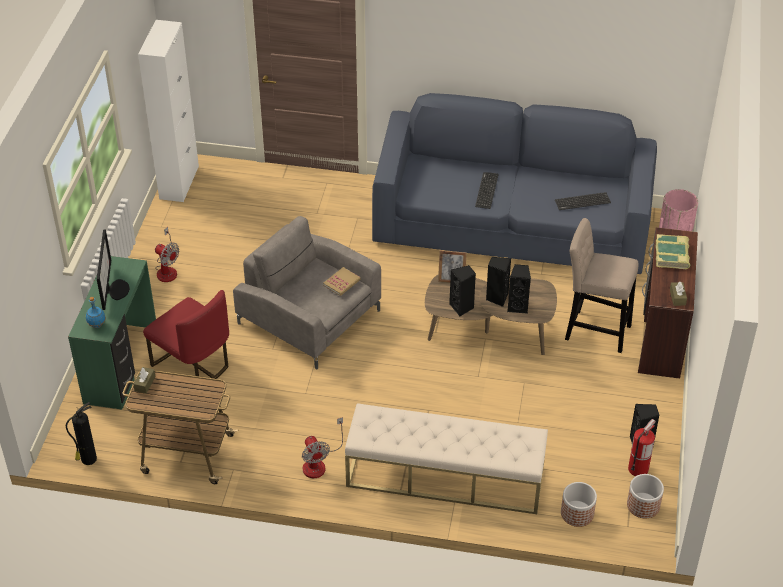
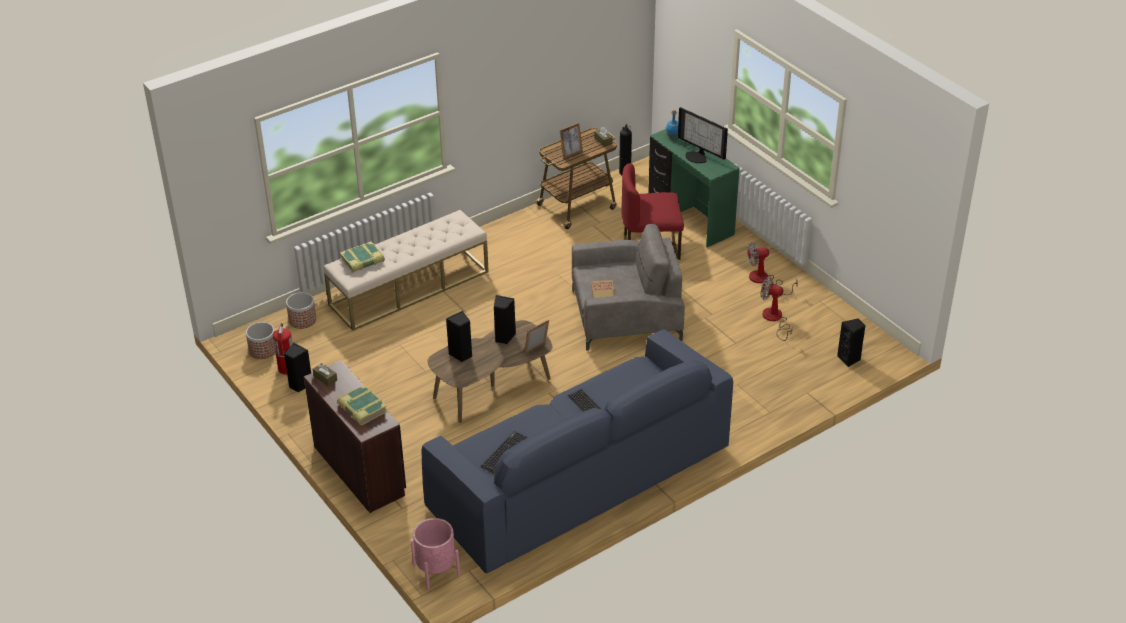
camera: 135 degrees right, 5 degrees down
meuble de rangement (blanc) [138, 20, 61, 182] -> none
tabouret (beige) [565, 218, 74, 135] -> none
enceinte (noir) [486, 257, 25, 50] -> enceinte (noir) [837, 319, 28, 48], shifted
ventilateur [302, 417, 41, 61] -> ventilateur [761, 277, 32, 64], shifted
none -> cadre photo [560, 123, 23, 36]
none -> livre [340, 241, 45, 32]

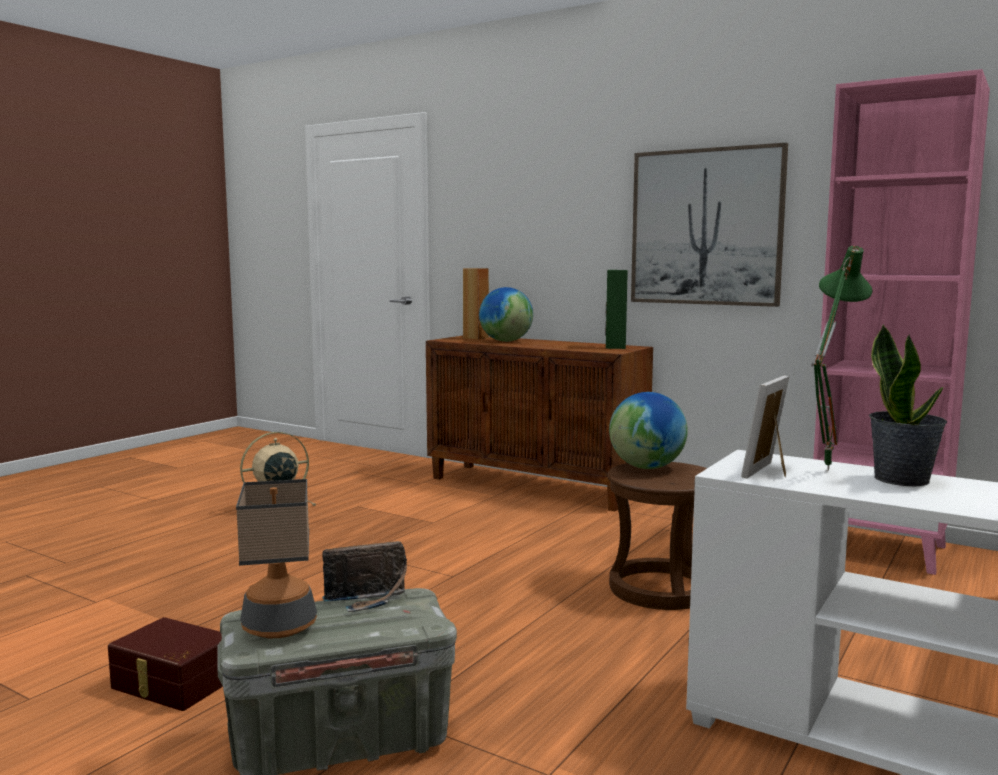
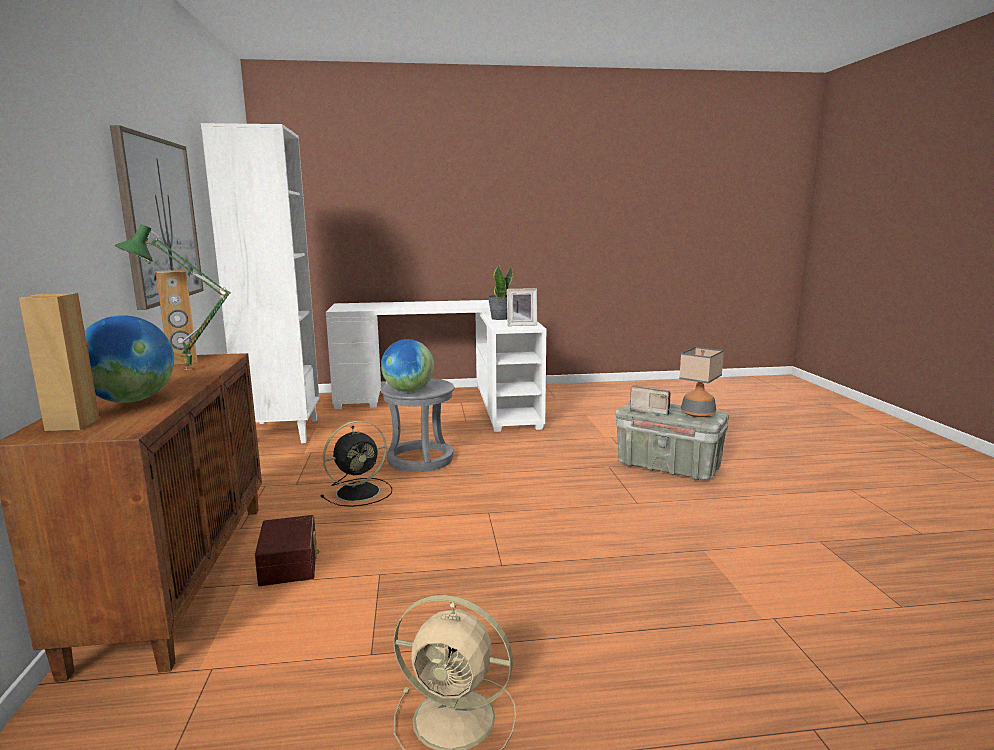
camera: 130 degrees left, 5 degrees up
bibliothèque (rose) [813, 69, 177, 506] -> bibliothèque (blanc) [201, 123, 118, 320]
lampe de table (vert) [812, 246, 60, 226] -> lampe de table (vert) [115, 224, 116, 146], shifted
enceinte (vert) [605, 270, 23, 79] -> enceinte (marron) [156, 270, 41, 94]
tabouret (marron) [607, 462, 100, 148] -> tabouret (gris) [381, 378, 73, 94]
boîte de rangement (marron) [108, 617, 115, 94] -> boîte de rangement (marron) [255, 515, 65, 71], shifted
none -> ventilateur (noir) [320, 421, 72, 86]

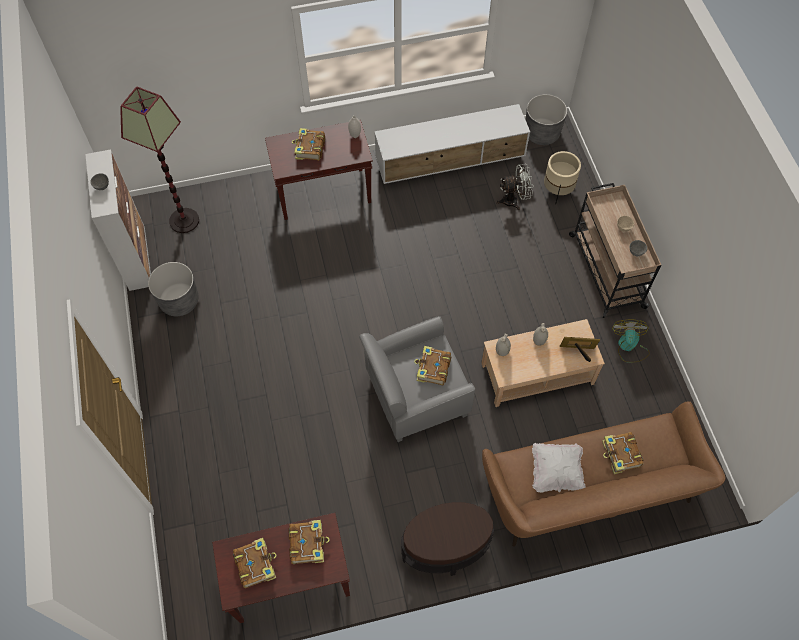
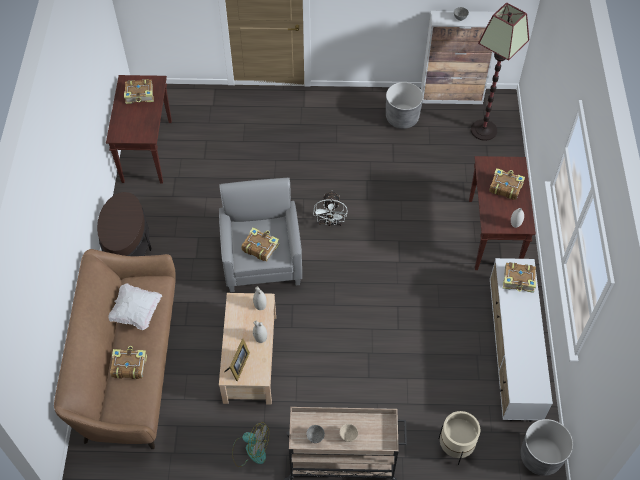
camera: 105 degrees right, 5 degrees down
ventilateur (blanc) [496, 164, 38, 46] -> ventilateur (blanc) [313, 191, 35, 36], shifted
livre [288, 520, 42, 44] -> livre [503, 262, 33, 31], shifted

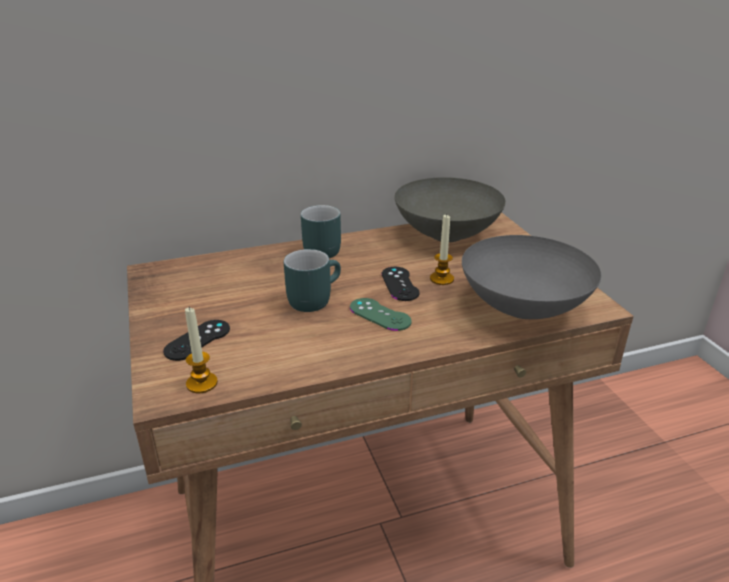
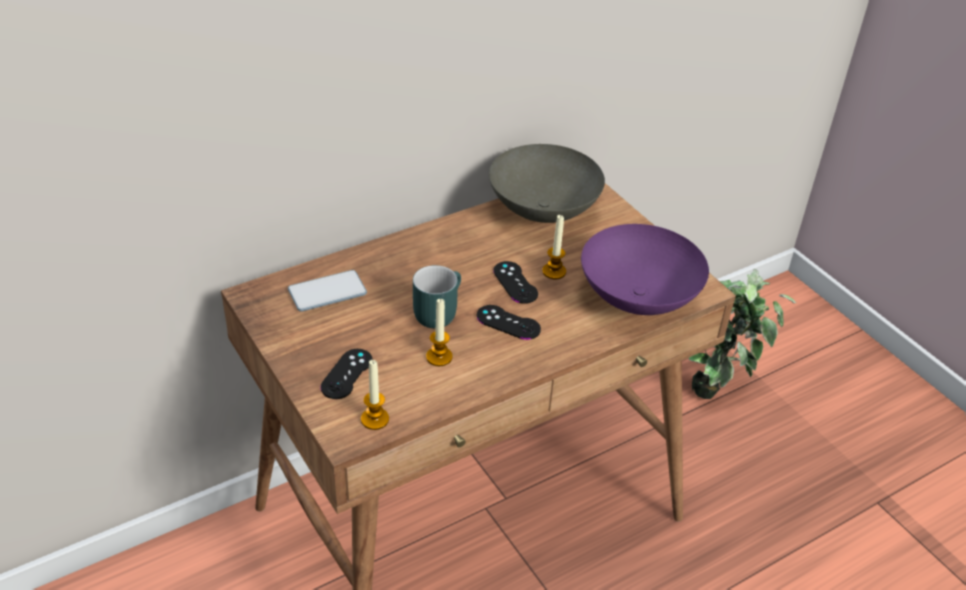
camera: 15 degrees left, 10 degrees up
mug (turquoise) [301, 205, 40, 53] -> none
bol (gris) [462, 235, 139, 84] -> bol (violet) [581, 224, 128, 91]
manette (vert) [350, 298, 62, 33] -> manette (noir) [477, 305, 64, 35]
none -> plante en pot [689, 269, 107, 130]
none -> téléphone [288, 270, 79, 42]
none -> bougie [426, 298, 27, 68]

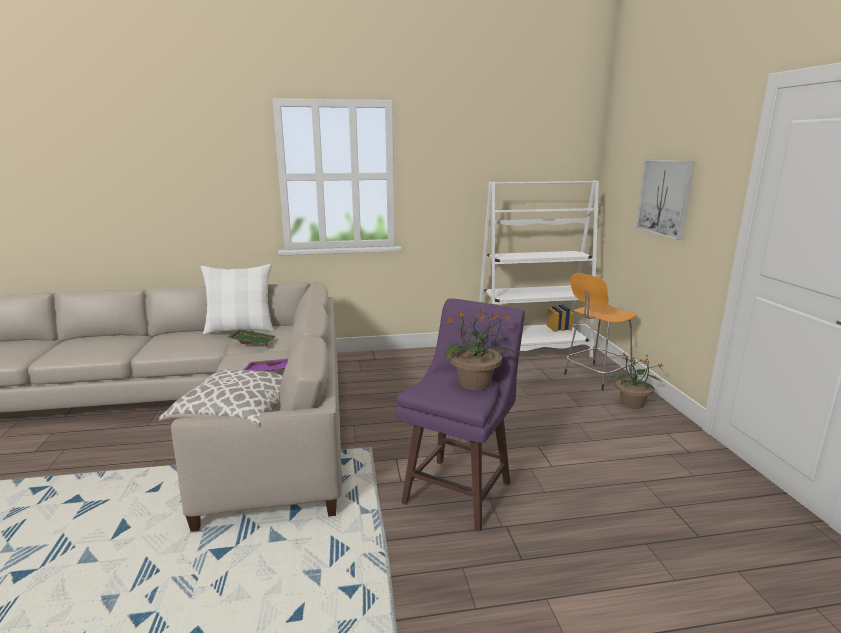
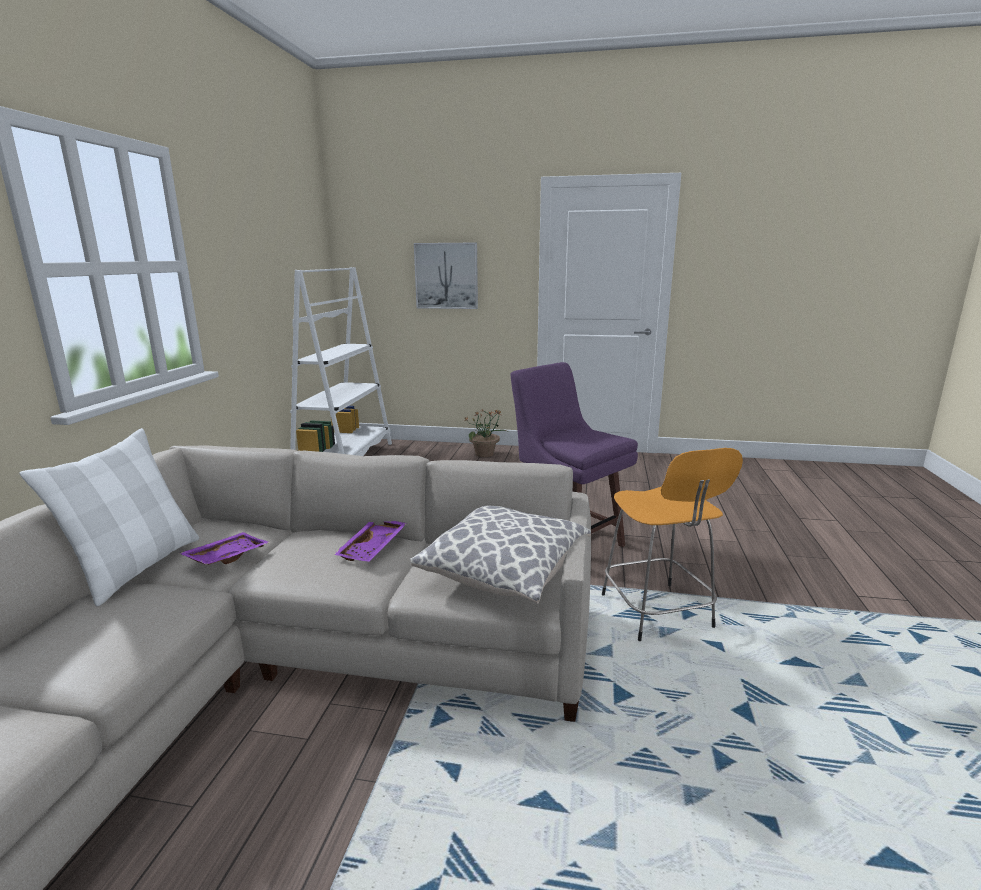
camera: 70 degrees left, 0 degrees up
tabouret (orange) [564, 273, 73, 118] -> tabouret (orange) [602, 448, 141, 193], shifted
plante en pot [445, 308, 70, 82] -> none
plateau (vert) [228, 329, 47, 17] -> plateau (violet) [179, 532, 91, 33]

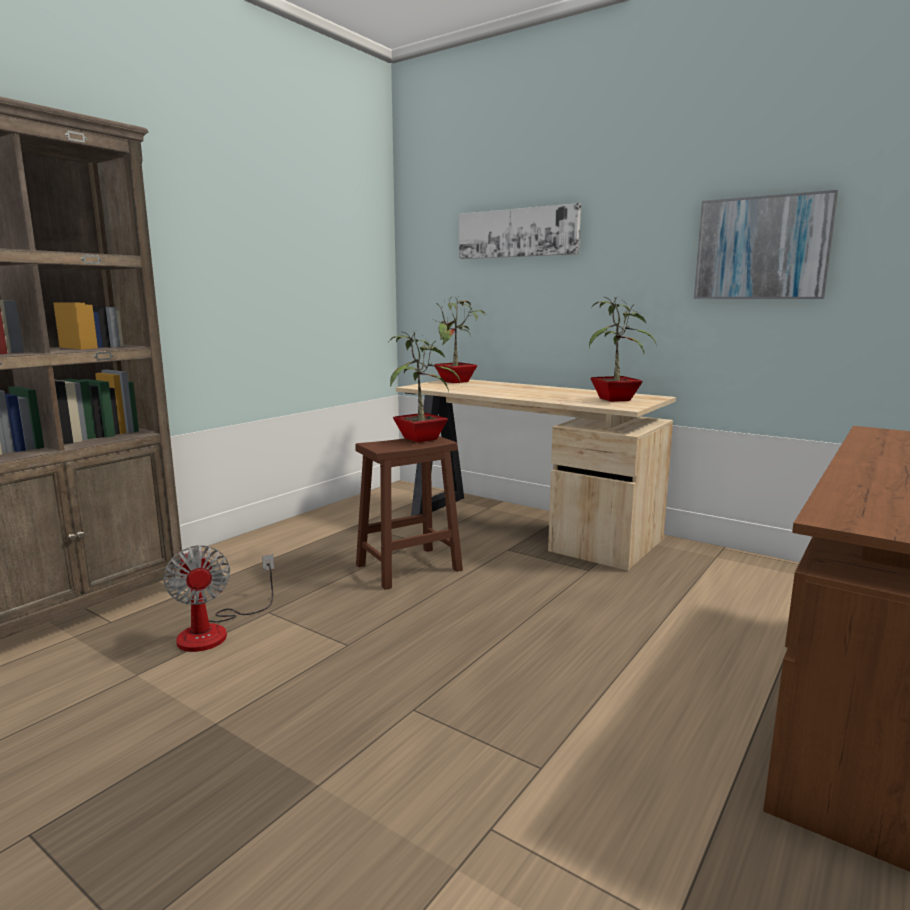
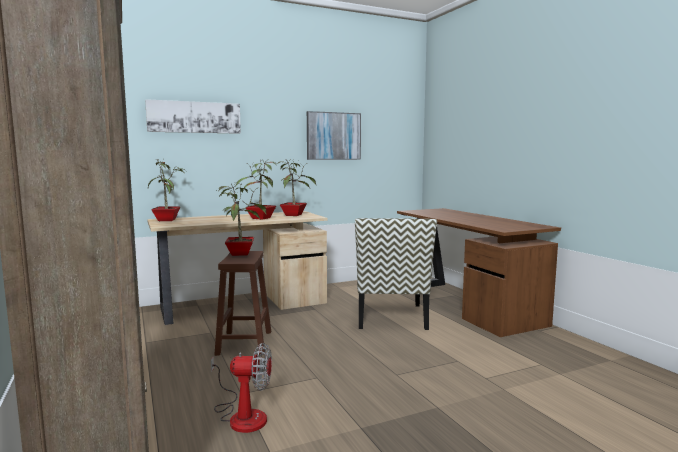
camera: 60 degrees left, 5 degrees down
none -> plante en pot [235, 159, 43, 61]
none -> chaise [355, 218, 82, 112]

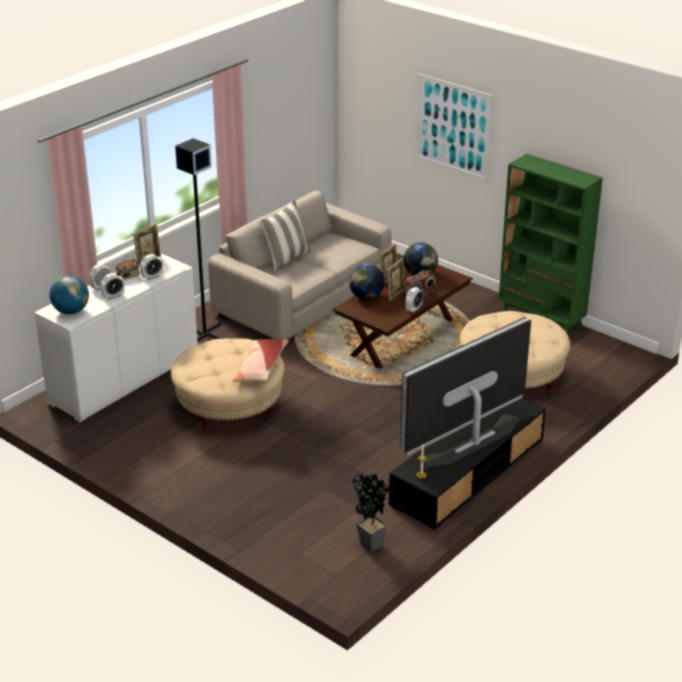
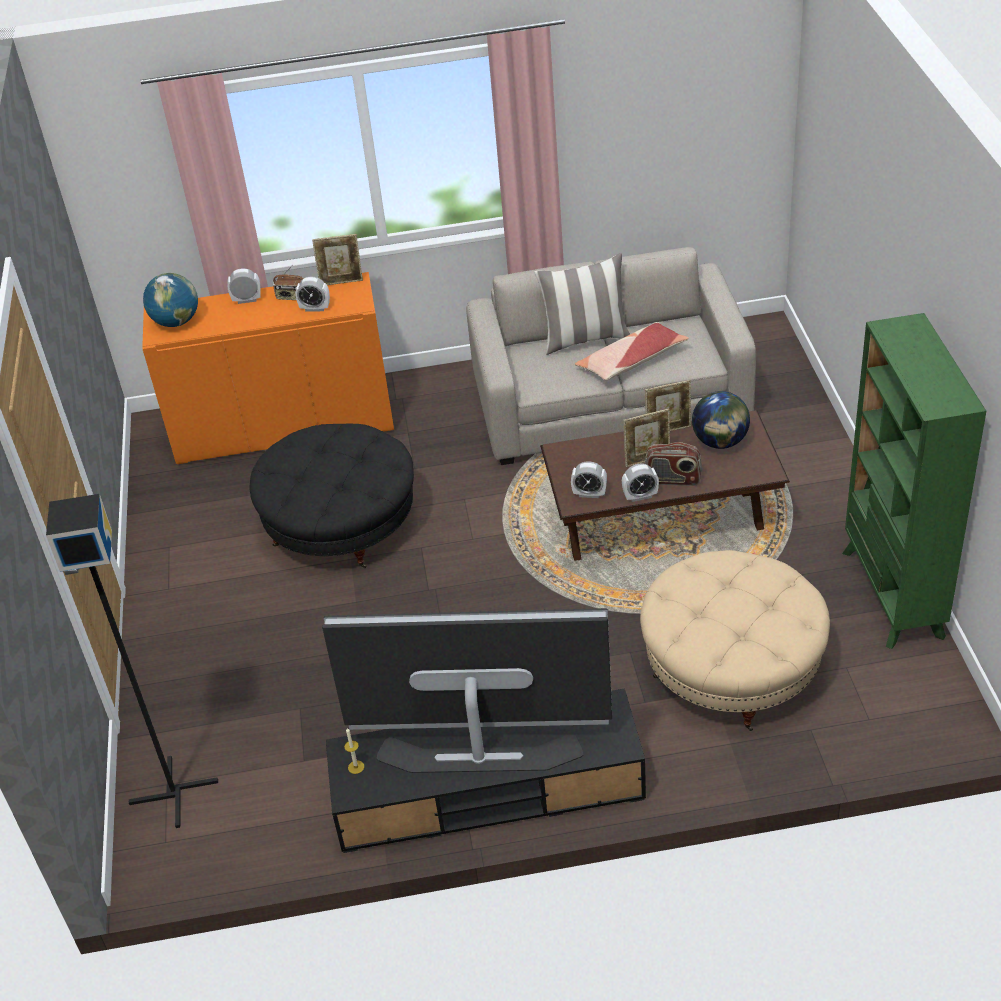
camera: 45 degrees right, 10 degrees up
tableau [415, 73, 79, 109] -> none
lampadaire (noir) [175, 138, 47, 203] -> lampadaire (noir) [46, 494, 172, 334], shifted
meuble de rangement (blanc) [34, 253, 164, 169] -> meuble de rangement (orange) [142, 272, 252, 192]
globe [349, 264, 36, 35] -> none
réveil [100, 273, 25, 27] -> réveil [571, 461, 36, 37], shifted
pouf (beige) [171, 339, 114, 93] -> pouf (noir) [249, 424, 165, 144]
coussin [232, 339, 57, 43] -> coussin [575, 322, 114, 58], shifted
plante en pot [352, 474, 39, 78] -> none

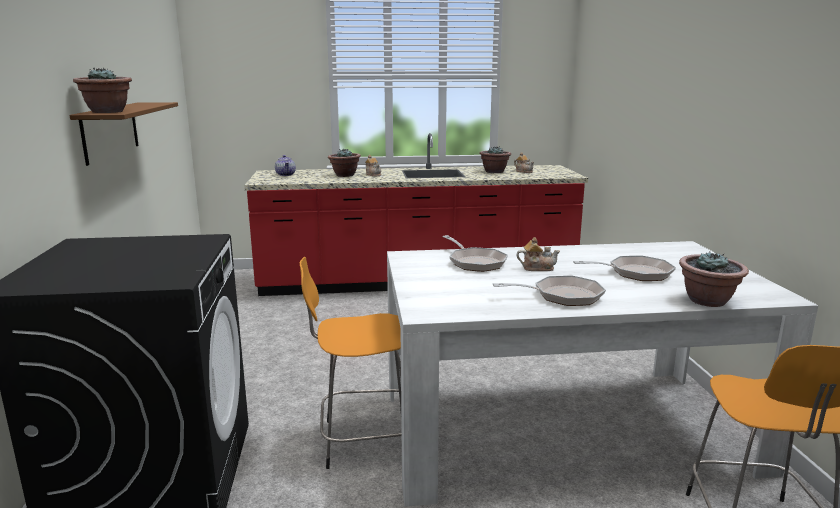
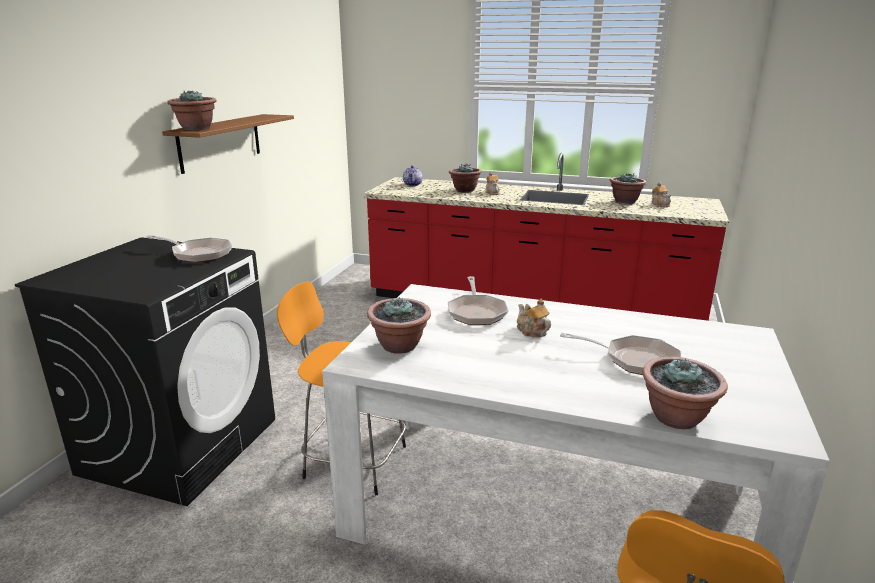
camera: 25 degrees right, 5 degrees up
théière [517, 237, 43, 34] -> théière [517, 299, 34, 39], 150 degrees counterclockwise
poêle [493, 275, 113, 31] -> poêle [146, 235, 86, 28], shifted
none -> plante en pot [367, 297, 64, 57]

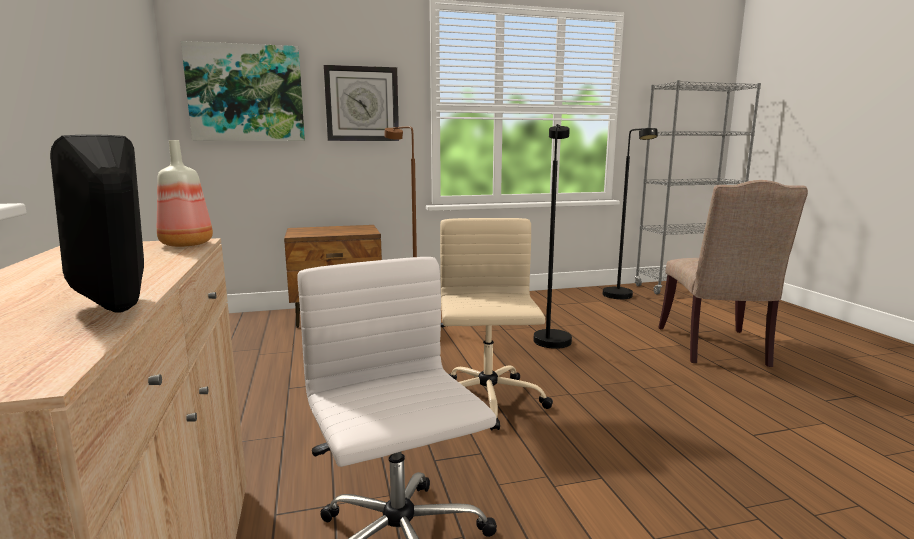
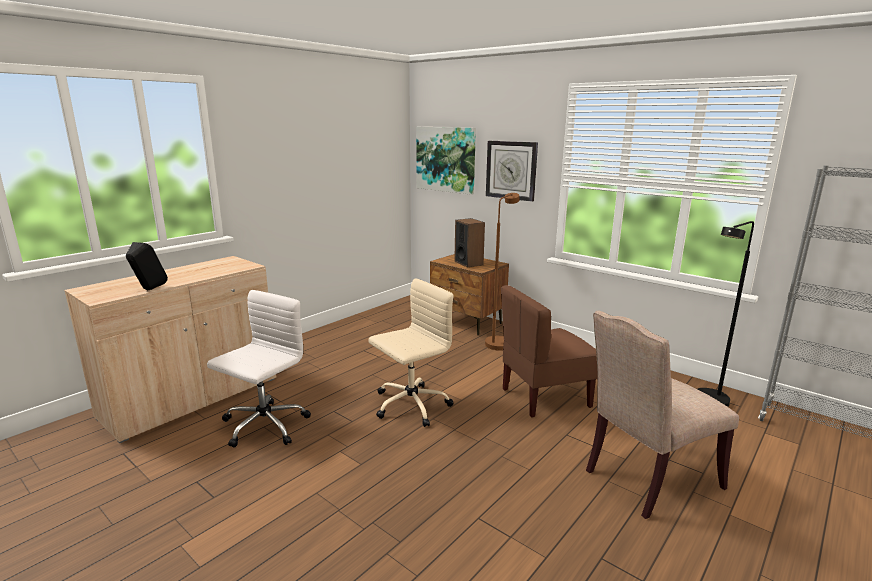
camera: 55 degrees right, 5 degrees up
lampadaire (noir) [533, 124, 39, 225] -> chaise (marron) [501, 285, 96, 133]
bouteille [157, 140, 56, 107] -> none
none -> enceinte [454, 218, 31, 50]

